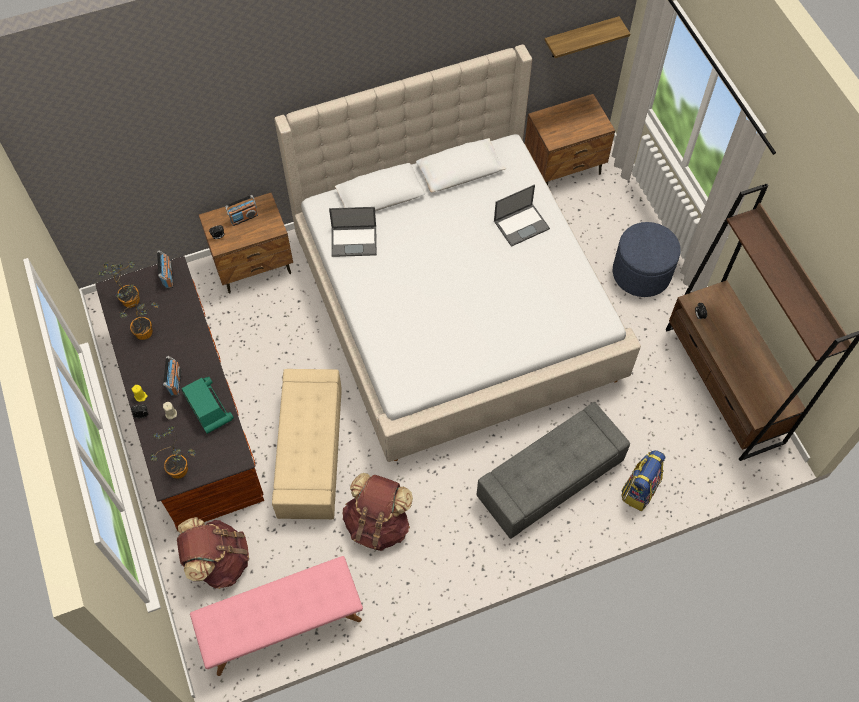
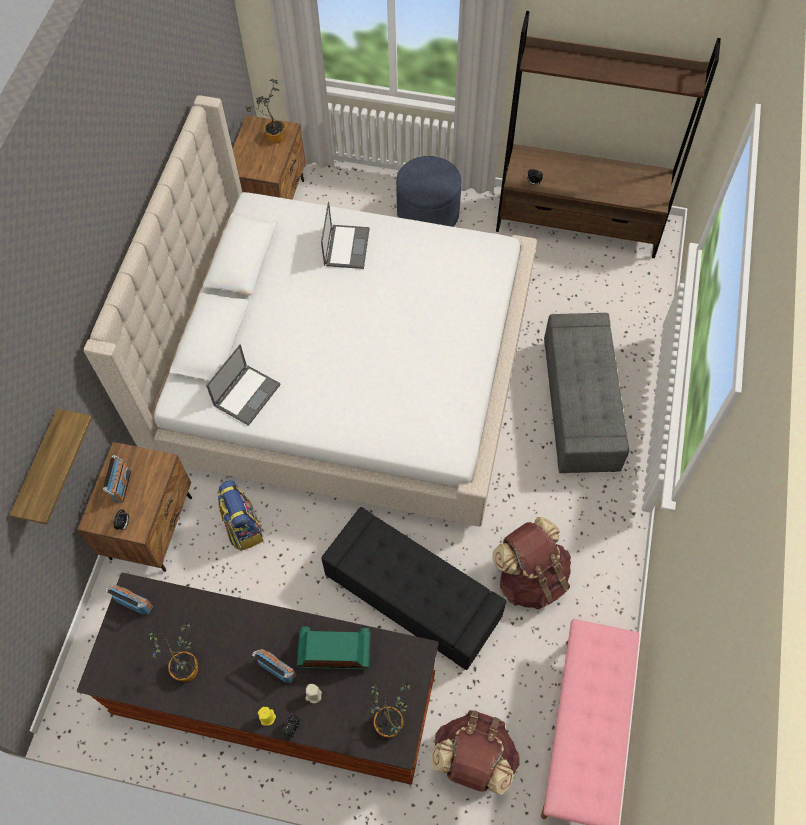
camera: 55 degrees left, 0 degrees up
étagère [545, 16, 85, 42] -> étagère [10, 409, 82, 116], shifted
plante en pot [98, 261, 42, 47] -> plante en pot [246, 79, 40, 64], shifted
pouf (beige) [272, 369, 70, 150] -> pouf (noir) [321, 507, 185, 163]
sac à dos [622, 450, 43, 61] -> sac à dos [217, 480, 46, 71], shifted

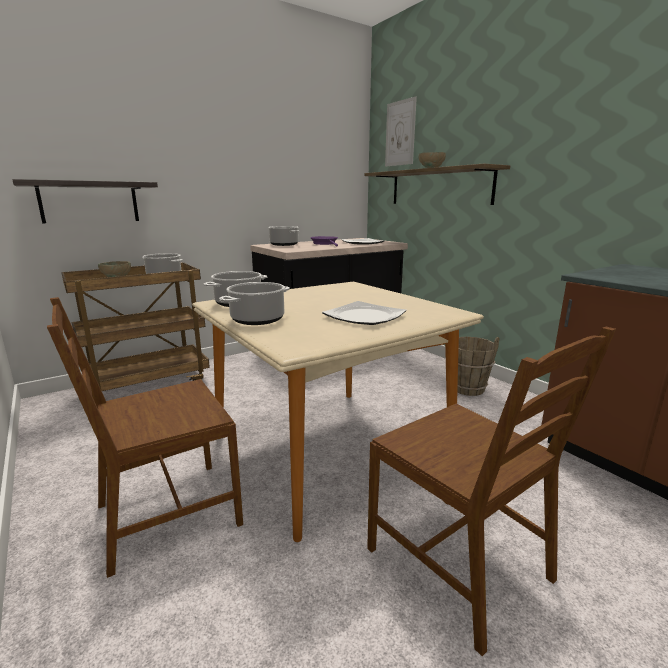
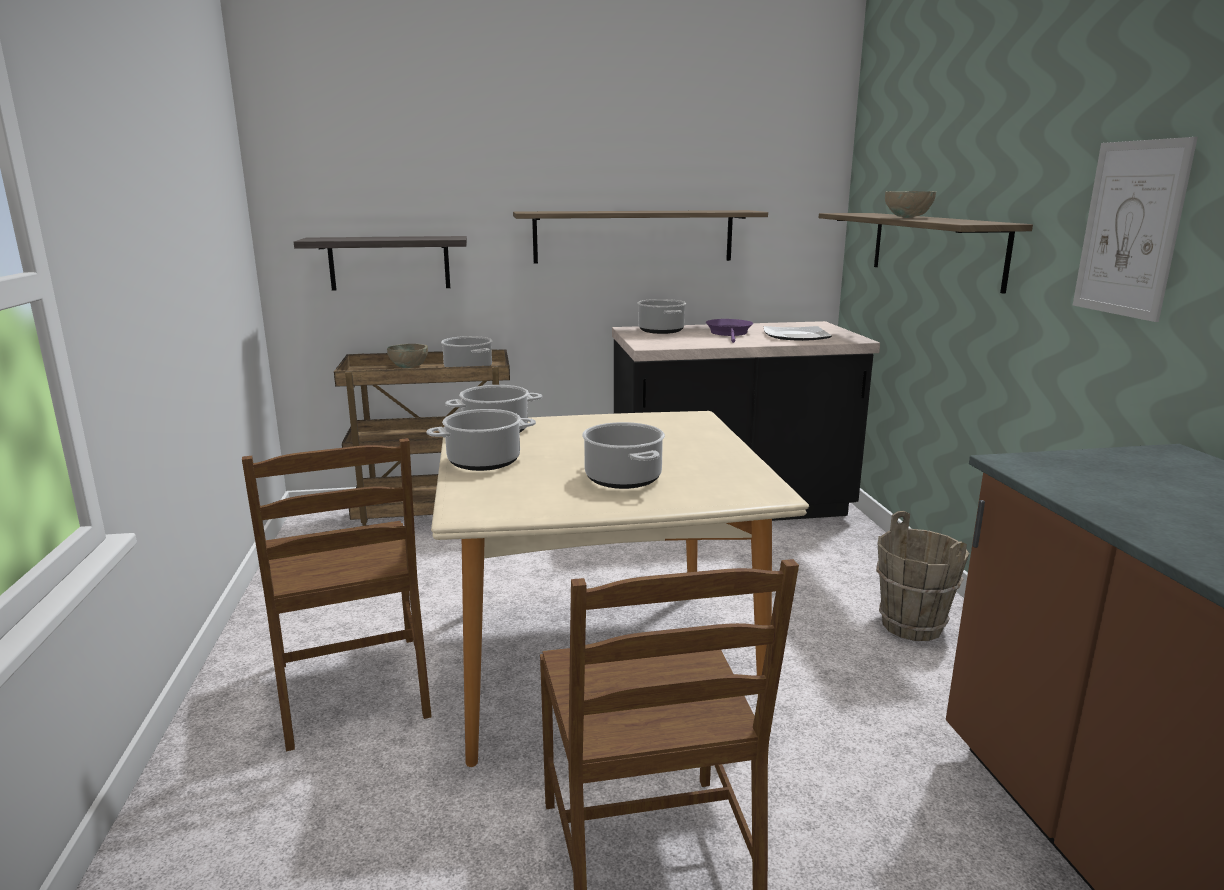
camera: 25 degrees right, 0 degrees up
tableau [385, 96, 32, 70] -> tableau [1073, 137, 125, 185], shifted
chaise (marron) [47, 297, 196, 281] -> chaise (marron) [242, 438, 190, 314], 105 degrees counterclockwise
assiette [322, 301, 85, 24] -> marmite [582, 422, 83, 67]
none -> étagère [513, 210, 255, 54]

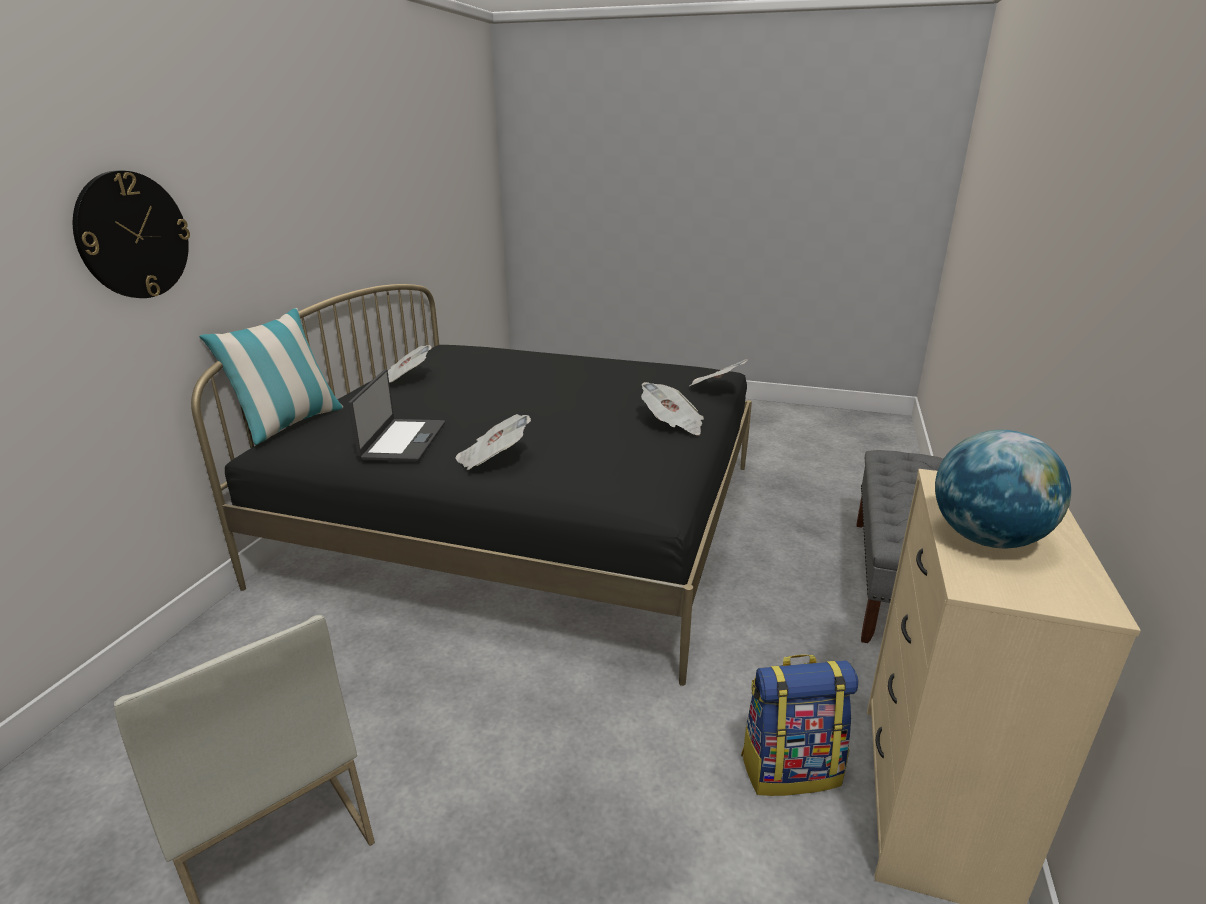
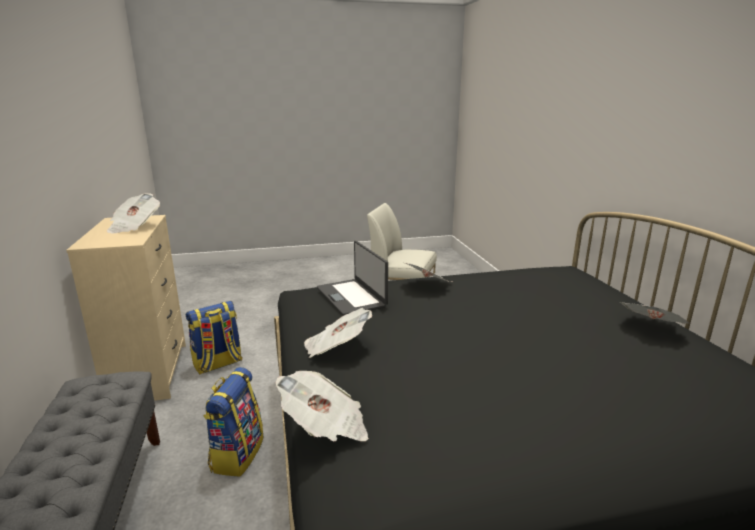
camera: 150 degrees right, 5 degrees down
horloge murale [73, 171, 117, 127] -> none
coussin [199, 308, 144, 137] -> none
ordinateur portable [348, 369, 97, 93] -> ordinateur portable [317, 241, 71, 75], shifted
globe [935, 430, 136, 119] -> journal [107, 193, 53, 40]
none -> sac à dos [203, 367, 61, 110]

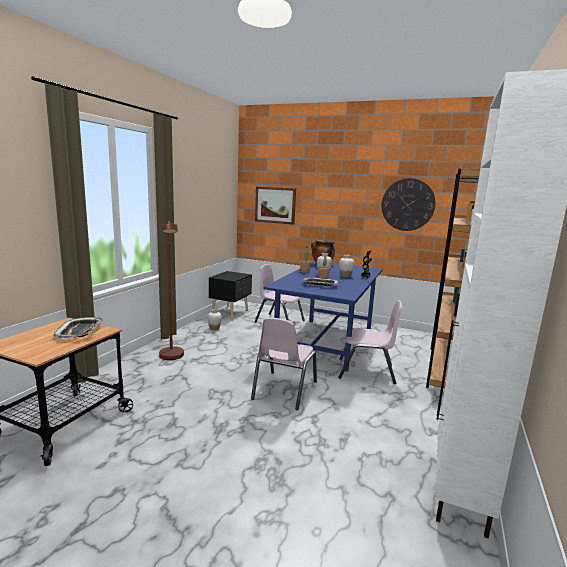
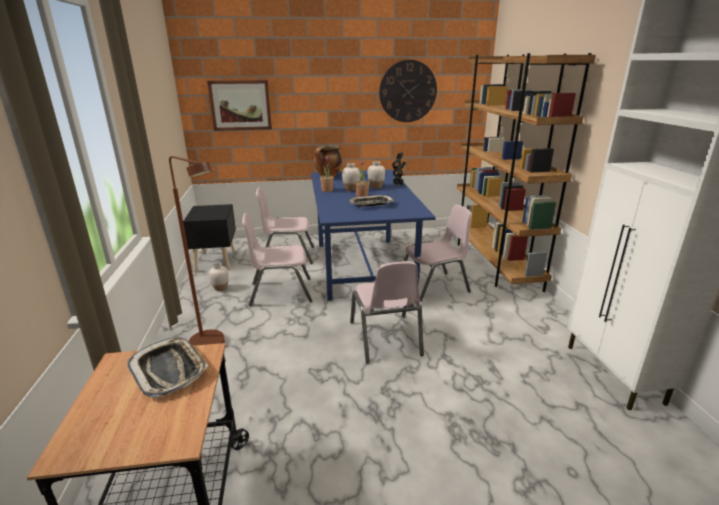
camera: 30 degrees left, 10 degrees up
none -> chaise (rose) [242, 213, 71, 93]

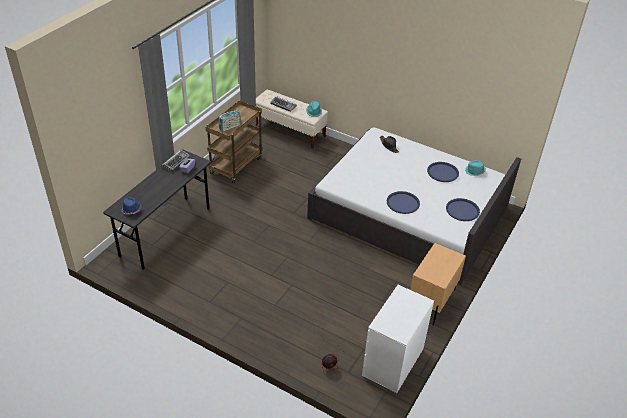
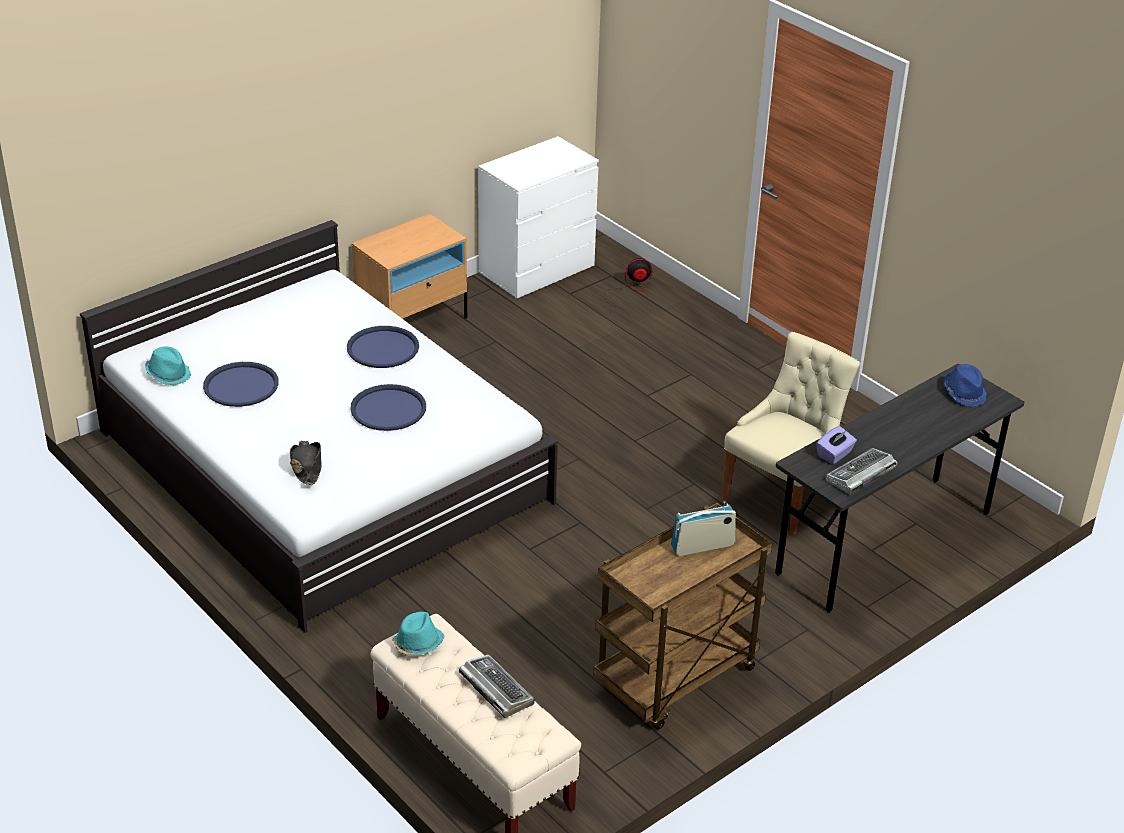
camera: 160 degrees left, 5 degrees down
plateau (bleu) [446, 198, 34, 23] -> plateau (bleu) [350, 384, 76, 47], shifted
none -> chaise (beige) [722, 332, 138, 203]

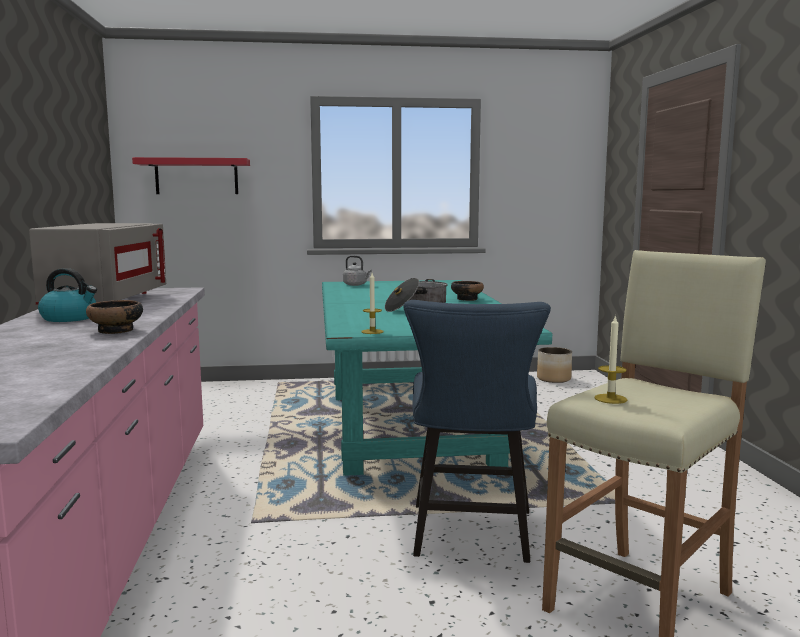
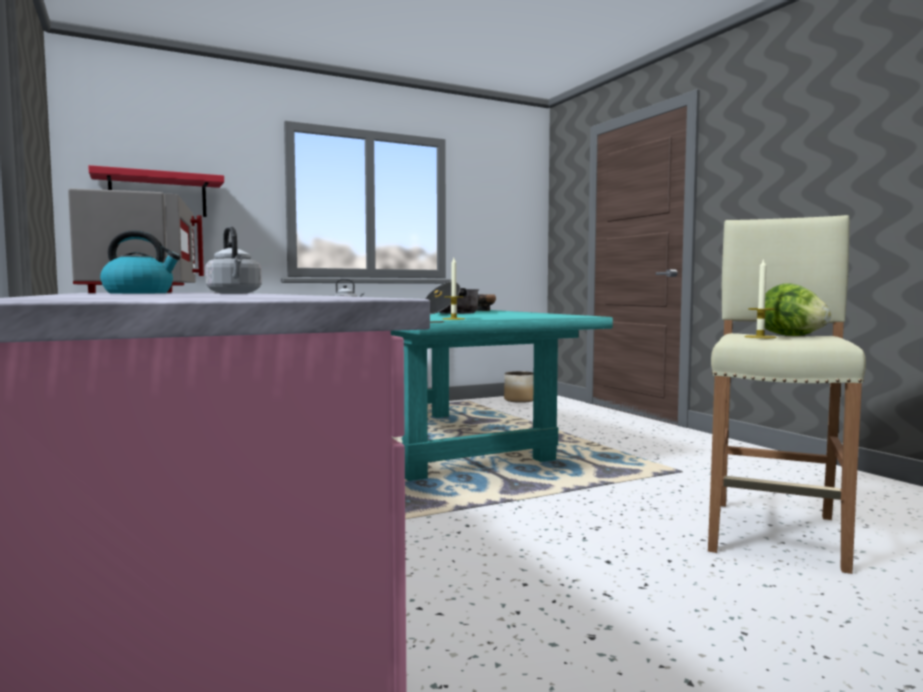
camera: 20 degrees left, 5 degrees down
bol [86, 300, 57, 34] -> bouilloire (gris) [205, 227, 57, 67]
chaise (bleu) [403, 300, 148, 263] -> none
none -> laitue [765, 283, 66, 53]

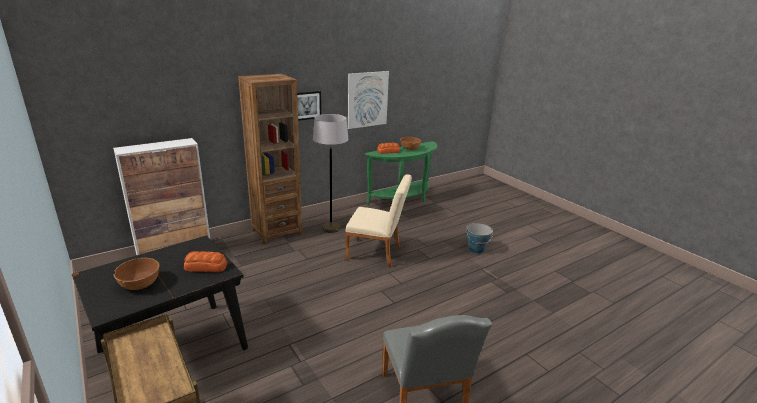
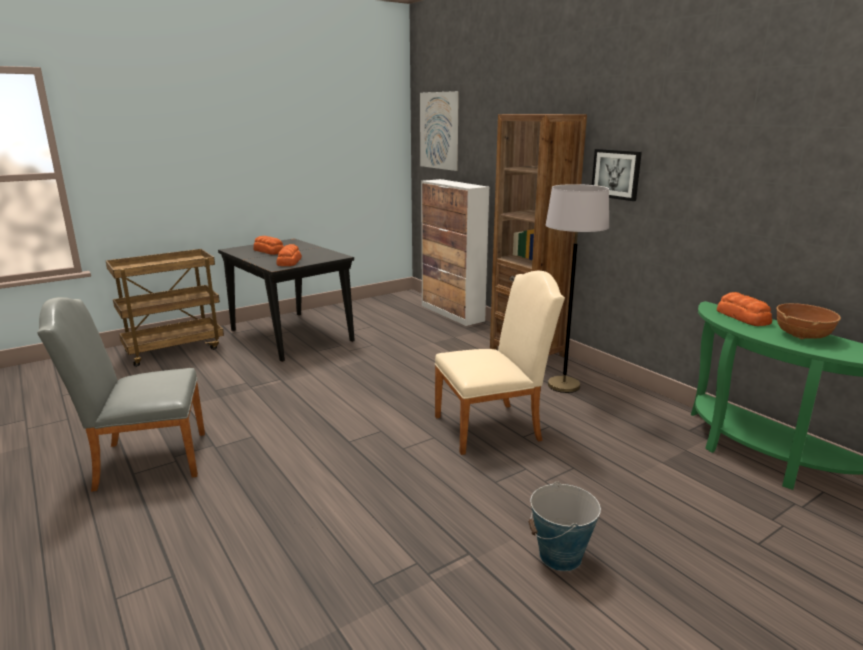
camera: 90 degrees right, 5 degrees down
tableau [348, 71, 41, 58] -> tableau [420, 91, 39, 80], shifted
chaise (beige) [345, 174, 67, 94] -> chaise (beige) [435, 271, 130, 184], 120 degrees counterclockwise
bol (marron) [114, 258, 46, 32] -> pain [253, 236, 31, 19]

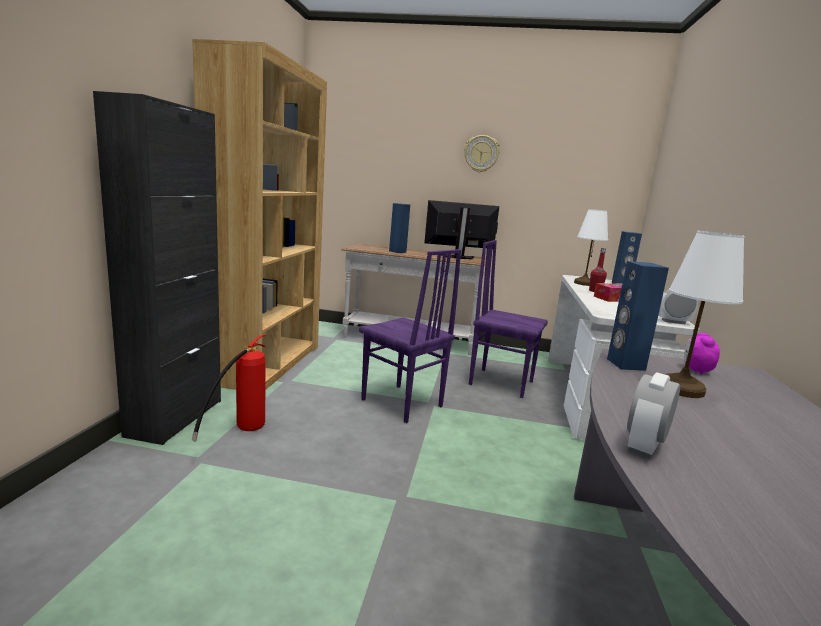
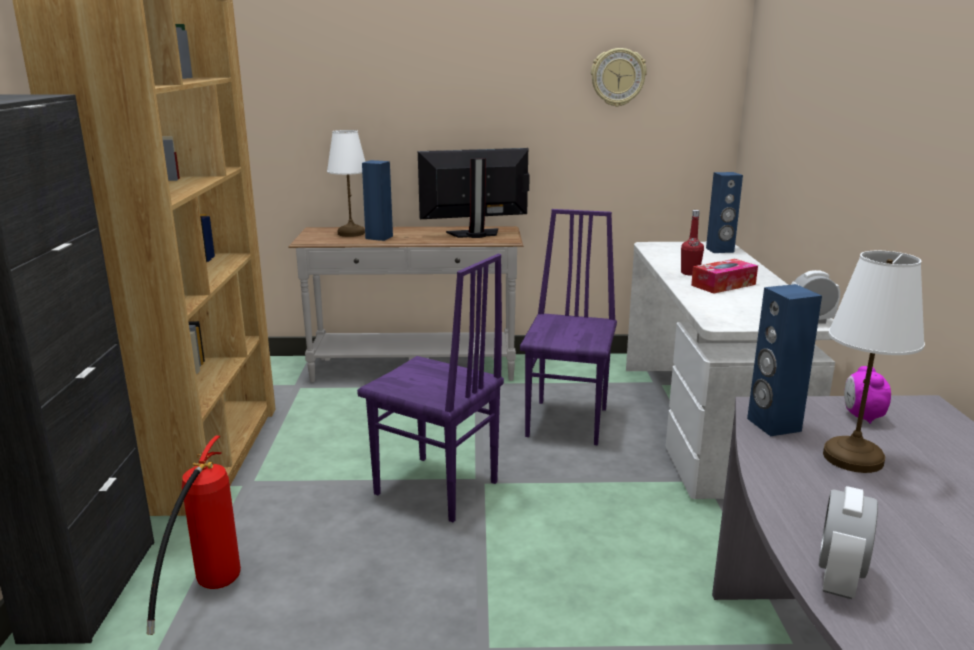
camera: 10 degrees left, 5 degrees up
horloge murale [464, 135, 36, 37] -> horloge murale [591, 48, 56, 59], shifted
lampe de table (blanc) [574, 209, 34, 77] -> lampe de table (blanc) [327, 130, 38, 107], shifted
chaise (violet) [469, 240, 79, 158] -> chaise (violet) [520, 209, 97, 236], 90 degrees clockwise

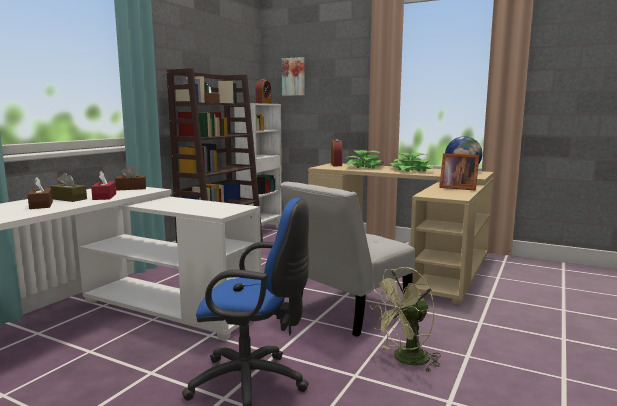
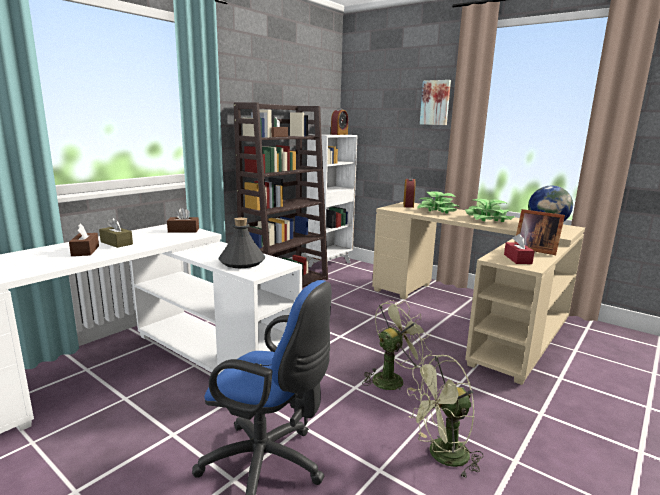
camera: 10 degrees right, 5 degrees up
tableau [282, 57, 23, 39] -> tableau [420, 80, 31, 45], shifted
boîte à mouchoirs (rouge) [91, 171, 25, 29] -> boîte à mouchoirs (rouge) [504, 234, 31, 30], shifted
chaise (blanc) [280, 181, 135, 156] -> ventilateur (vert) [362, 300, 70, 92]
none -> bouteille (gris) [218, 217, 47, 51]

